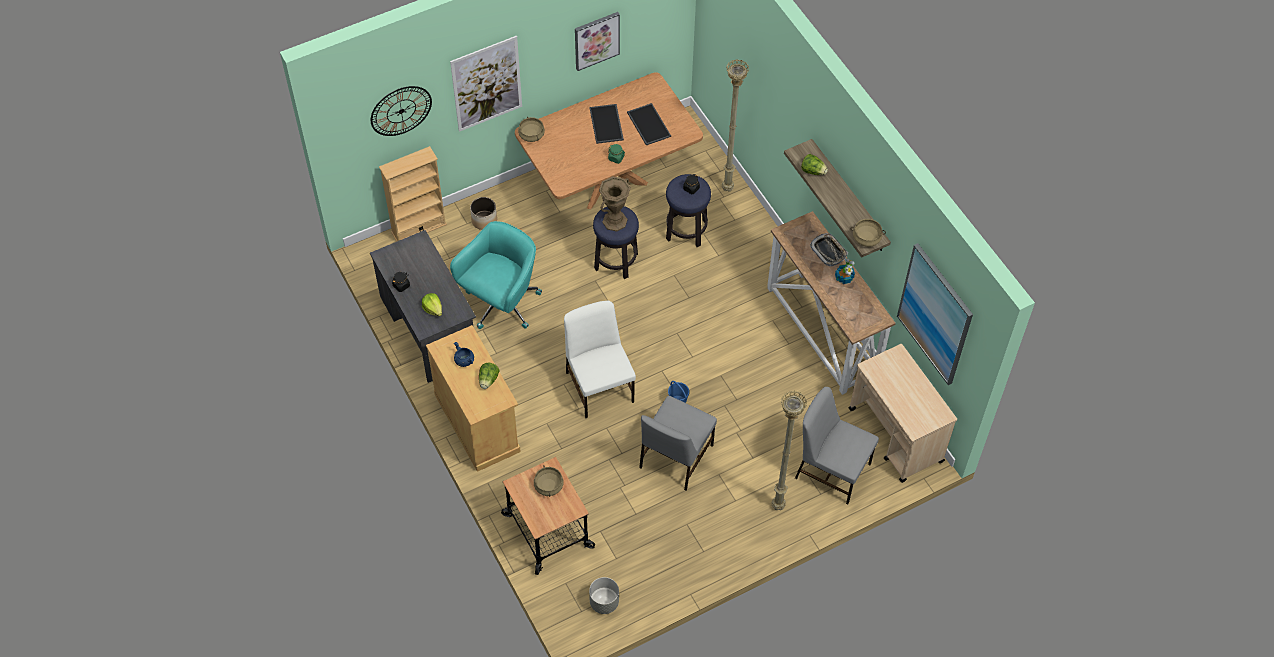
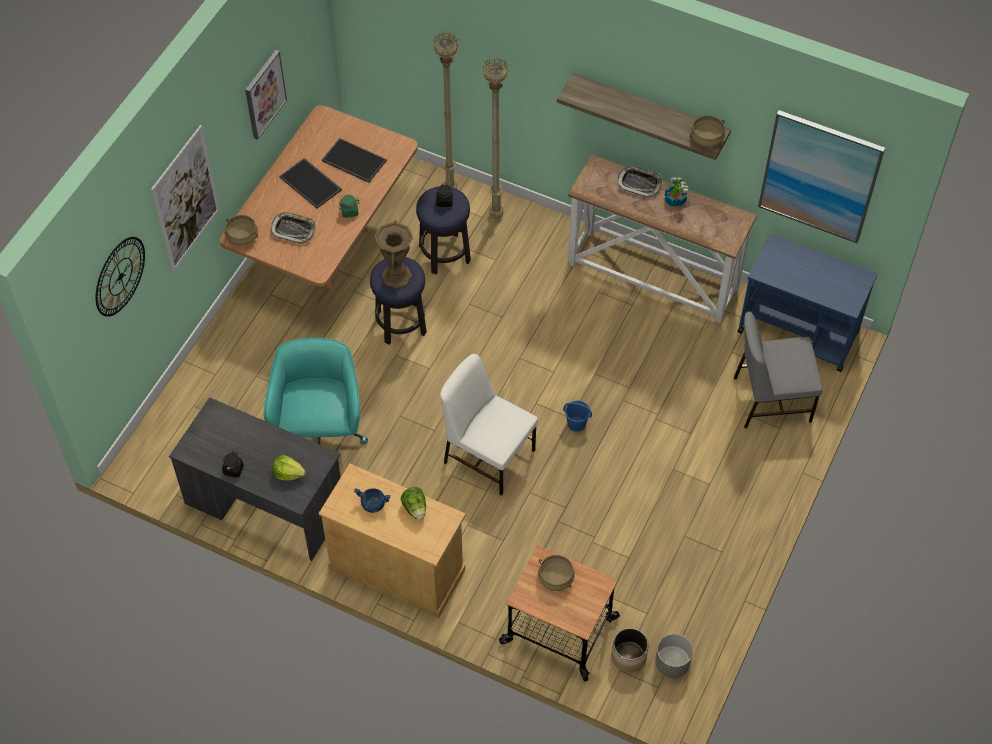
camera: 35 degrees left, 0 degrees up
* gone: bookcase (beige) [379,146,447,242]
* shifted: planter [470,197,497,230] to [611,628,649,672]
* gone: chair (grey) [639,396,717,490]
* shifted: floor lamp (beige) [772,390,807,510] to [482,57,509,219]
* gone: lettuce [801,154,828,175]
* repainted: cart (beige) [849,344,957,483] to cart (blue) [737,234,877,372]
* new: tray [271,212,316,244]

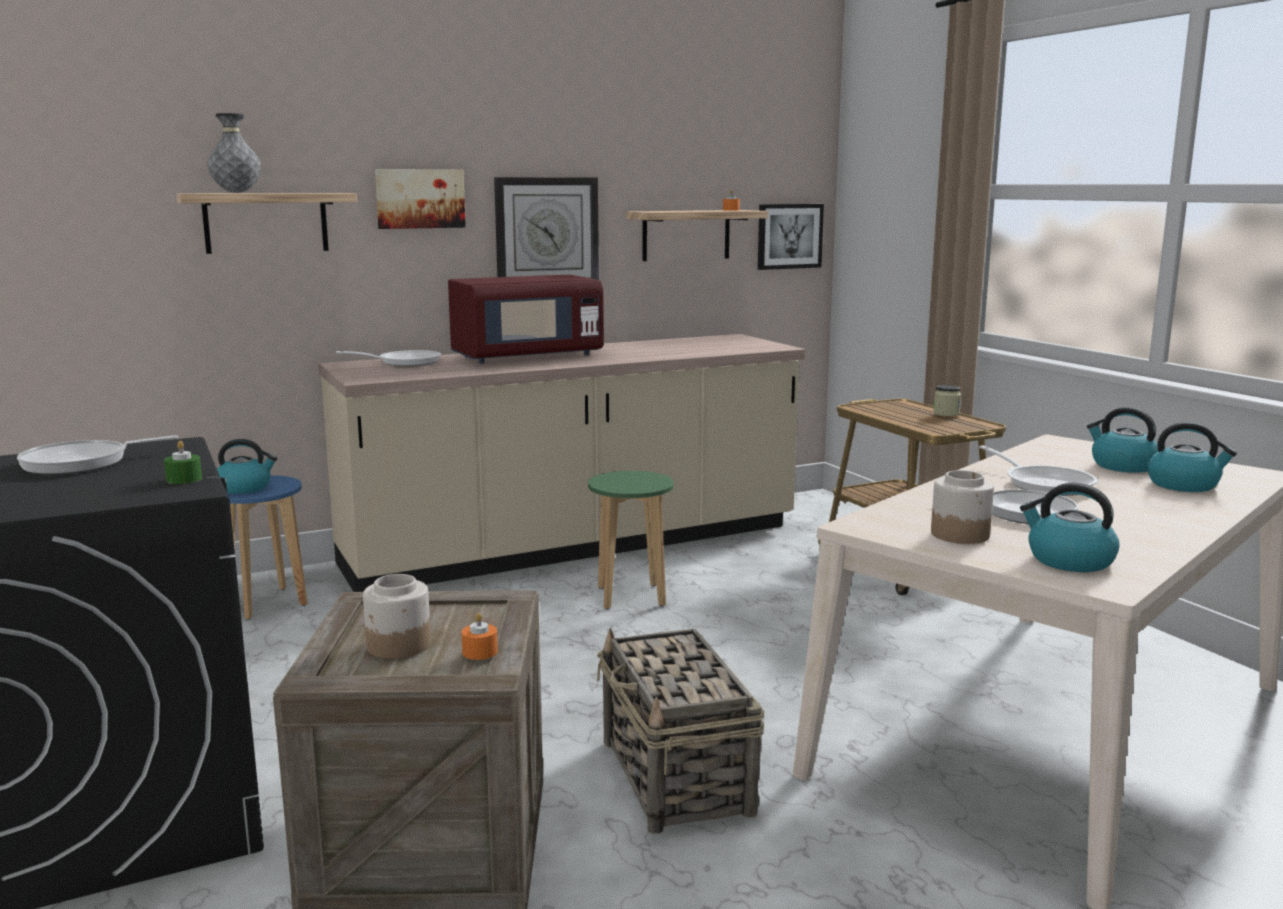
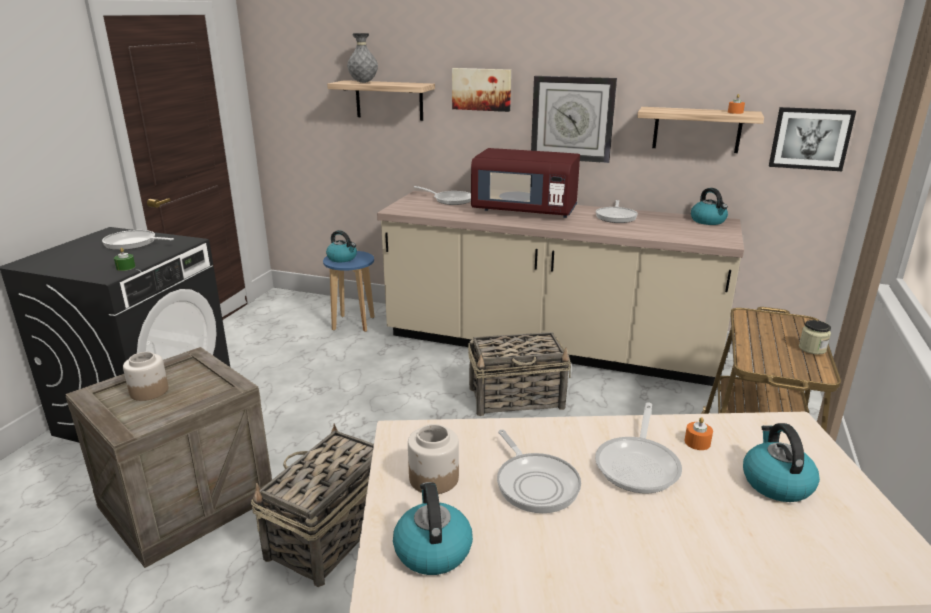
camera: 45 degrees right, 10 degrees up
* shifted: candle (orange) [461,613,498,660] to [685,417,713,450]
* swapped: stool (green) [588,471,674,609] to basket [468,332,571,416]
* shifted: kettle [1147,422,1237,492] to [691,188,728,225]
* new: frying pan [596,200,638,223]

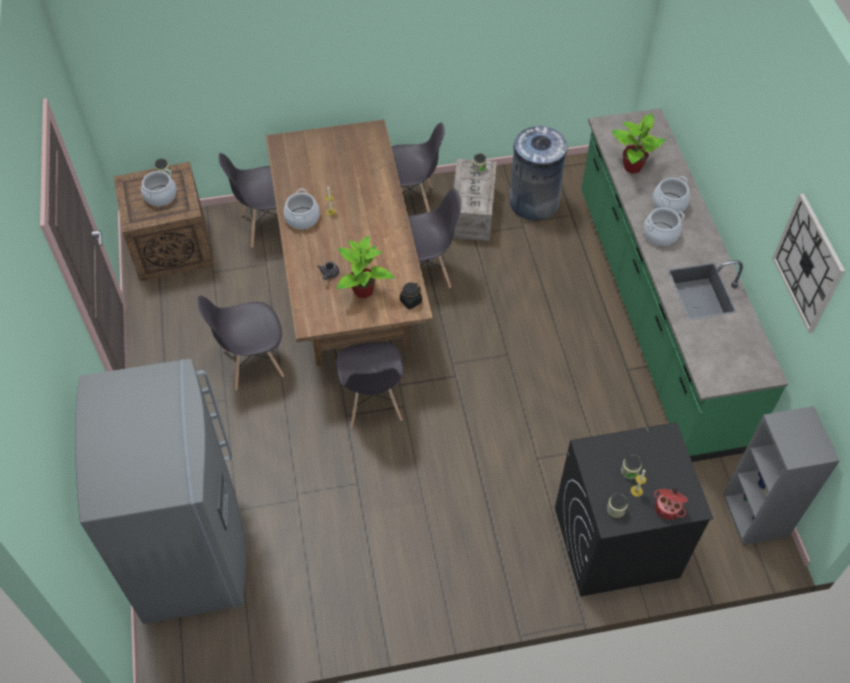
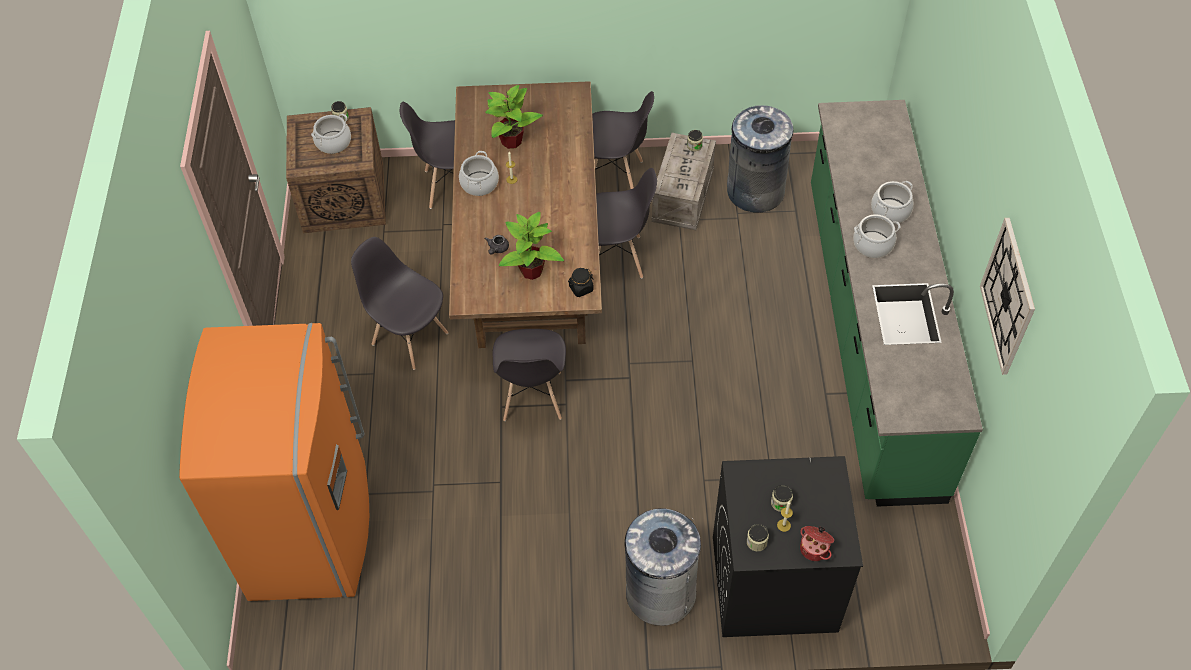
camera: 10 degrees right, 0 degrees up
* repainted: fridge (grey) [75,359,246,624] to fridge (orange) [179,323,369,601]
* rotated: chair (grey) [197,296,284,390] = [351,237,449,370] 45 degrees clockwise
* shifted: potted plant [612,113,666,174] to [485,85,543,149]
* gone: bookcase (grey) [723,406,840,545]
* new: trash can (grey) [624,508,701,626]

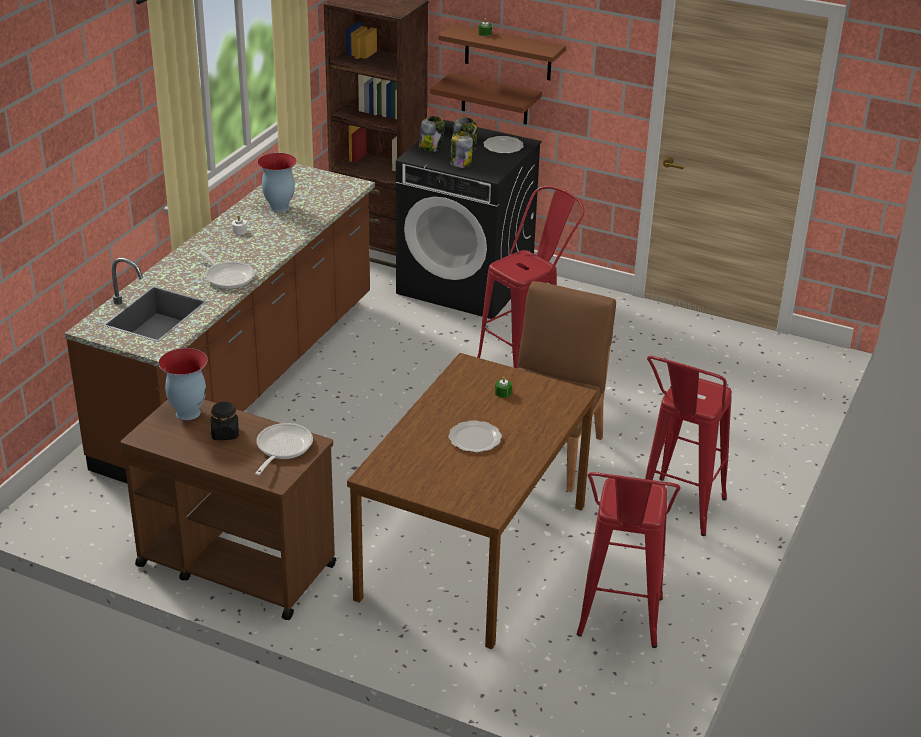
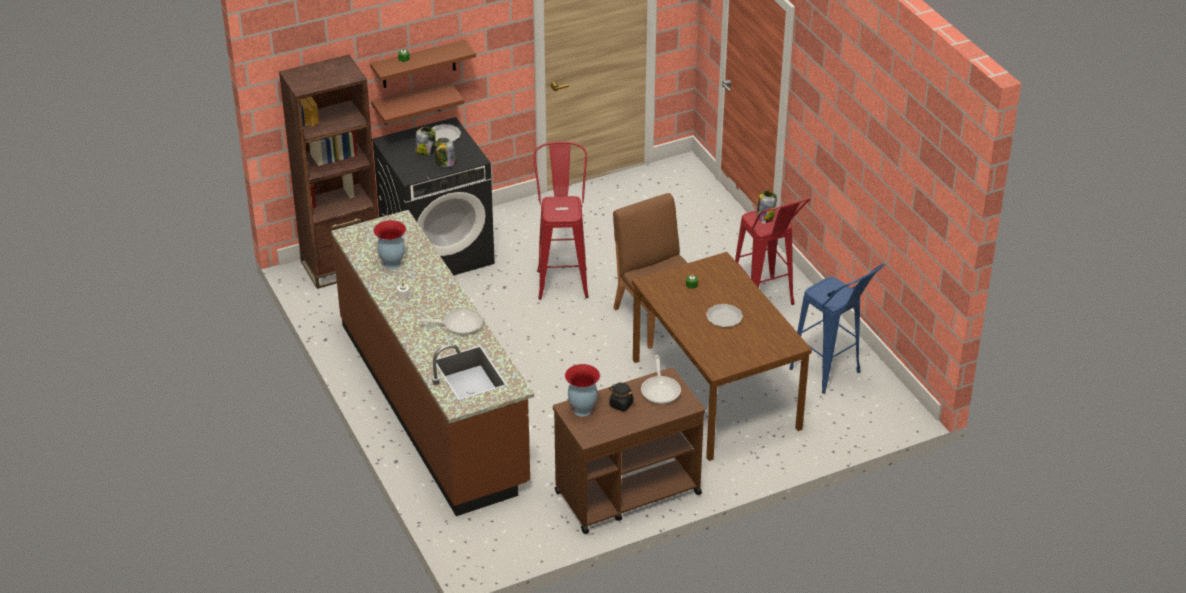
camera: 50 degrees left, 5 degrees up
* rotated: frying pan [255,423,313,475] = [641,355,681,404] 150 degrees counterclockwise
* shifted: jar [419,116,445,152] to [756,190,777,221]
* repainted: stool (red) [577,472,680,648] to stool (blue) [789,264,885,394]

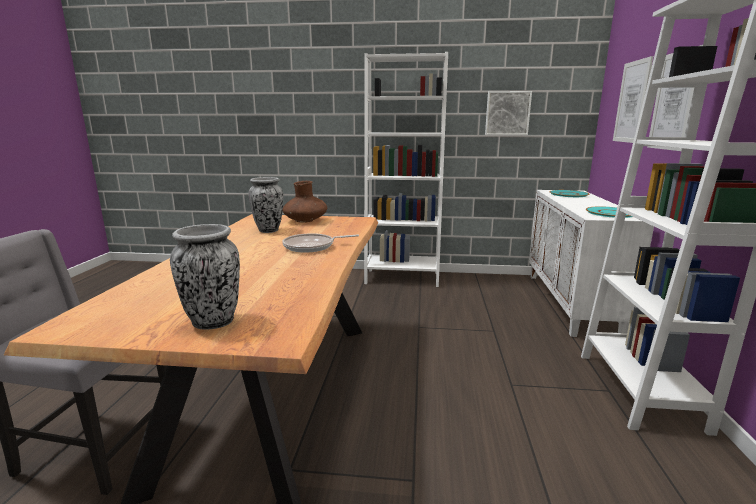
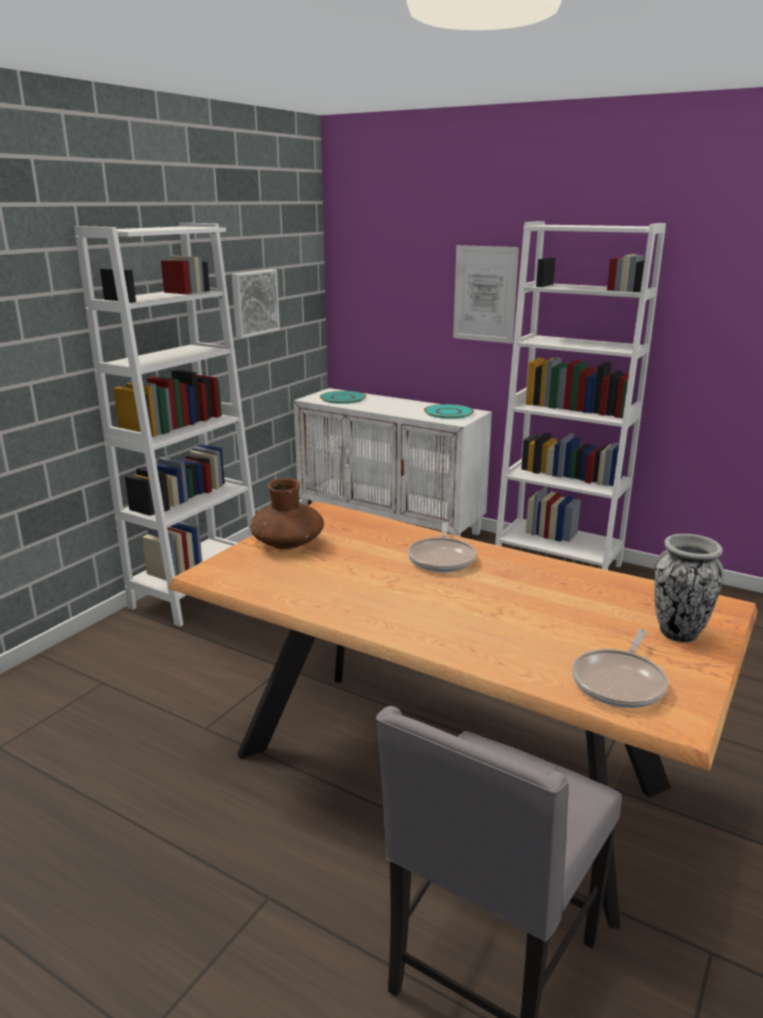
camera: 65 degrees left, 5 degrees up
* gone: vase [248,177,283,233]
* gone: picture [613,56,653,143]
* new: frying pan [572,629,668,708]

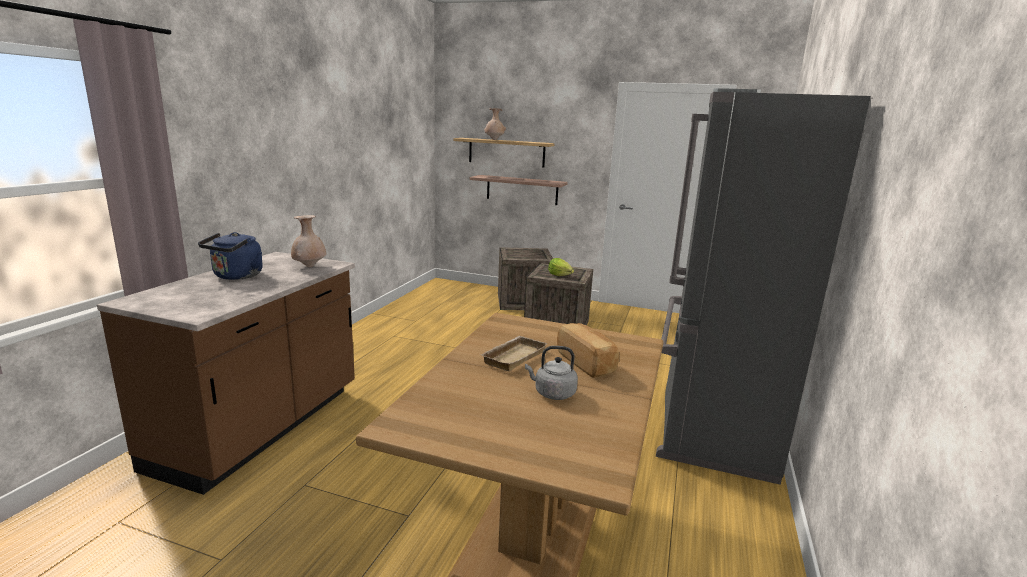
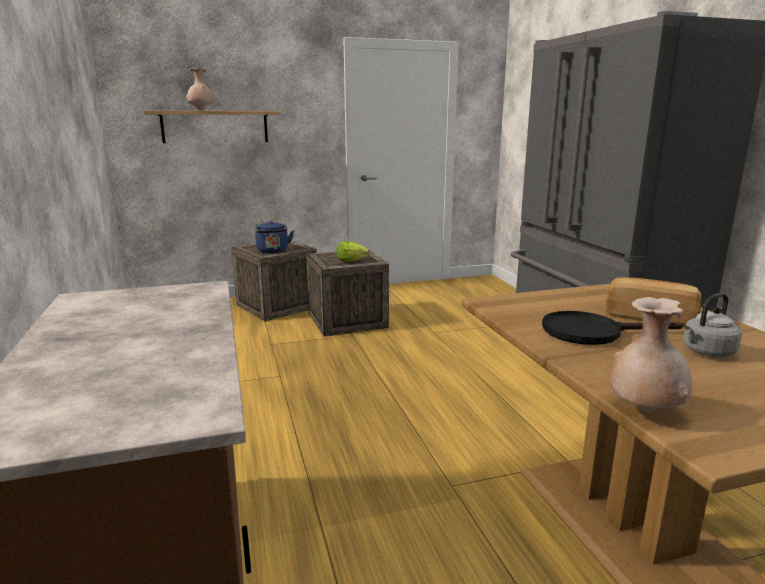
camera: 35 degrees left, 0 degrees up
* shifted: kettle (blue) [198,232,263,280] to [255,221,294,253]
* shifted: vase (beige) [291,215,326,267] to [609,297,692,413]
* gone: shelf [470,175,568,205]
* swapped: tray (beige) [480,336,548,371] to frying pan (black) [542,311,683,345]

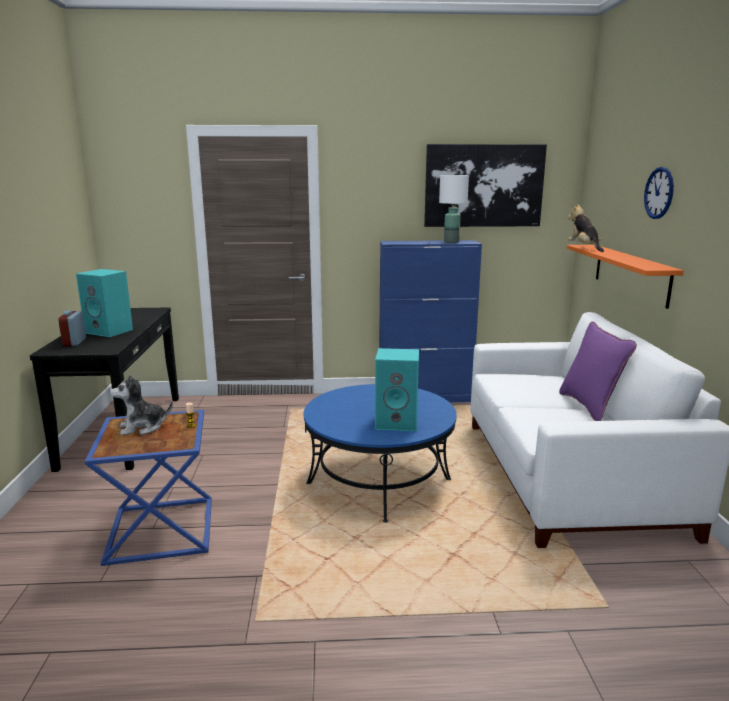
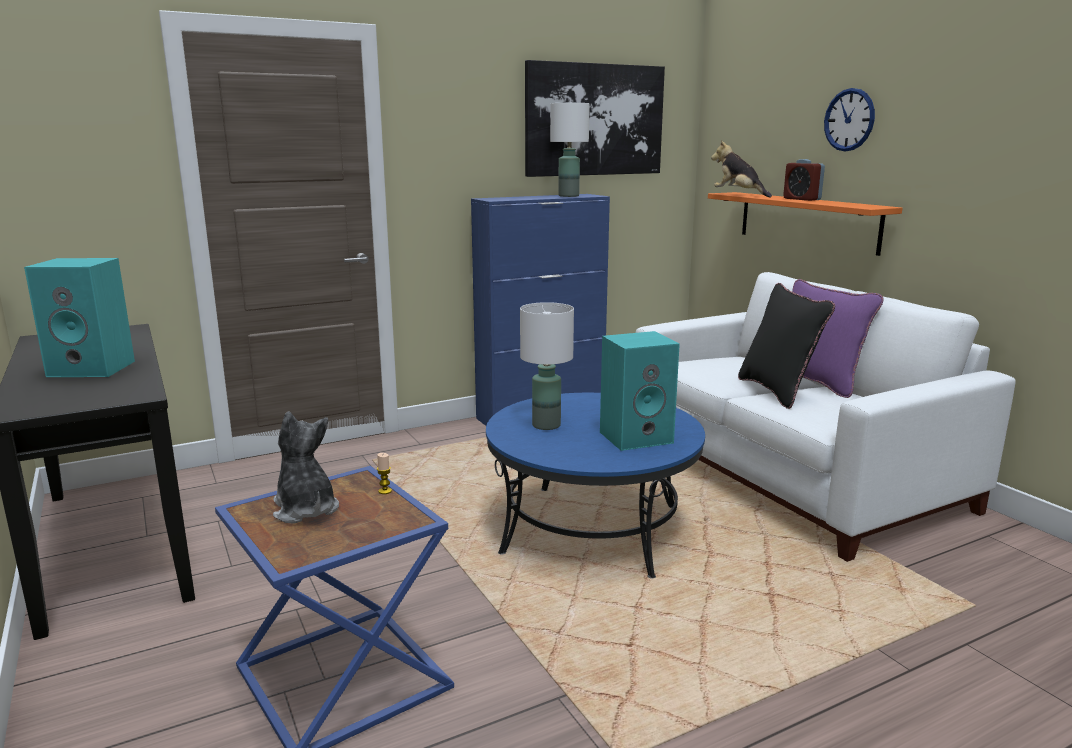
camera: 25 degrees left, 0 degrees up
* shifted: alarm clock [58,310,86,346] to [783,159,825,201]
* rotated: plush toy [110,374,173,435] = [273,411,339,524] 105 degrees clockwise
* new: table lamp (white) [520,302,574,430]
* new: pillow (black) [738,283,835,409]

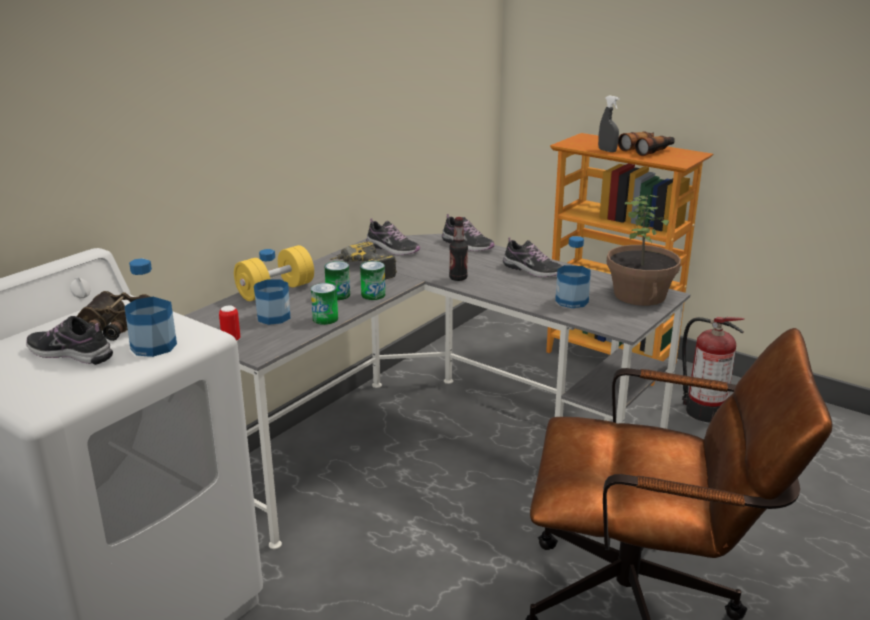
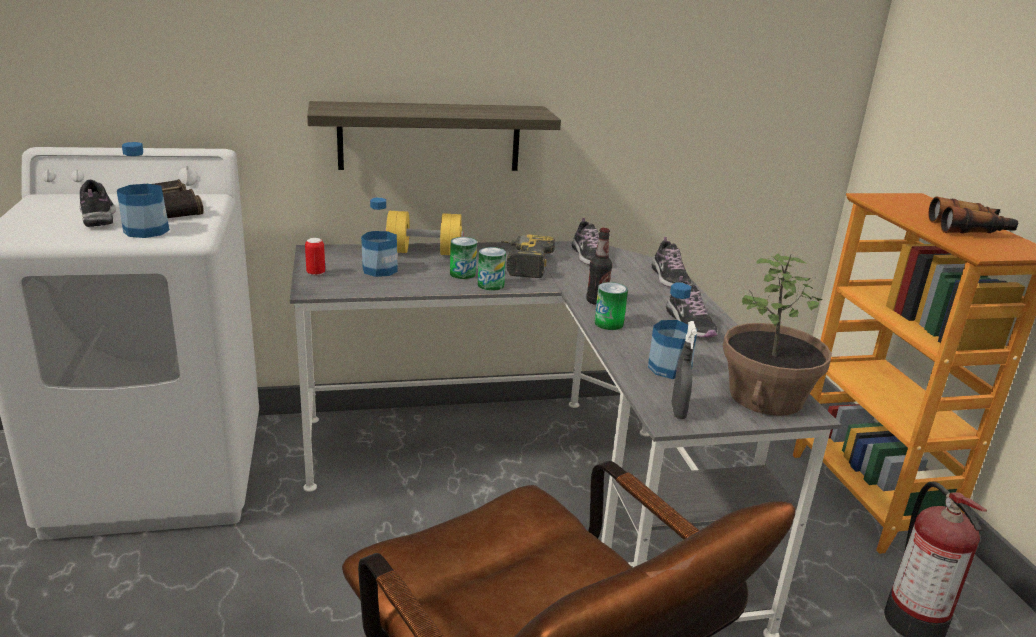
camera: 40 degrees right, 0 degrees up
* shifted: can [311,283,338,325] to [594,282,628,330]
* shifted: spray bottle (grey) [598,95,620,152] to [672,321,697,419]
* new: shelf [307,101,561,171]

